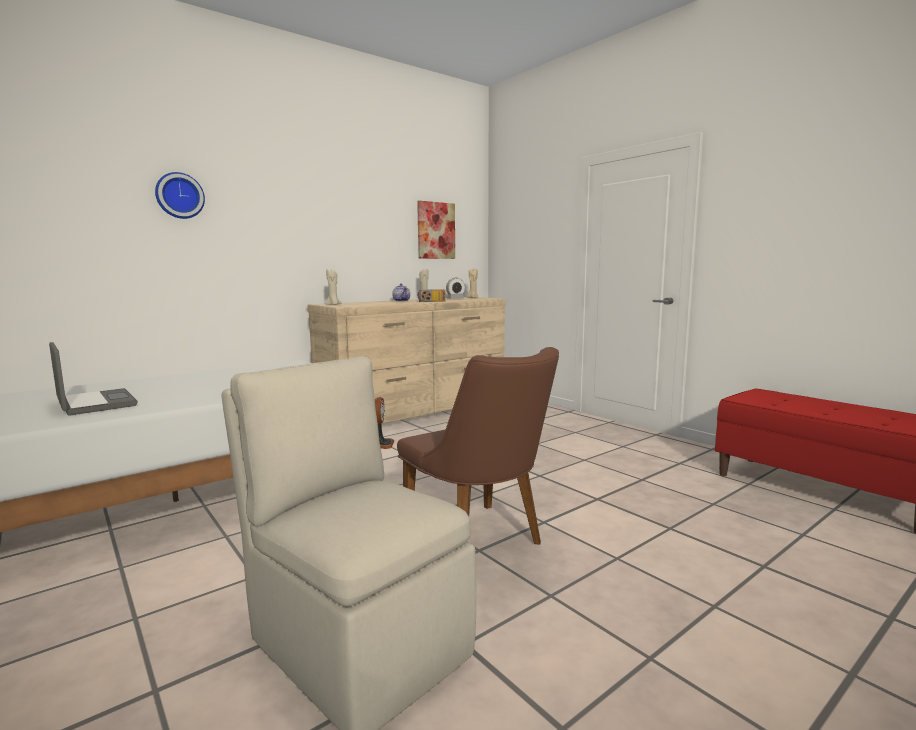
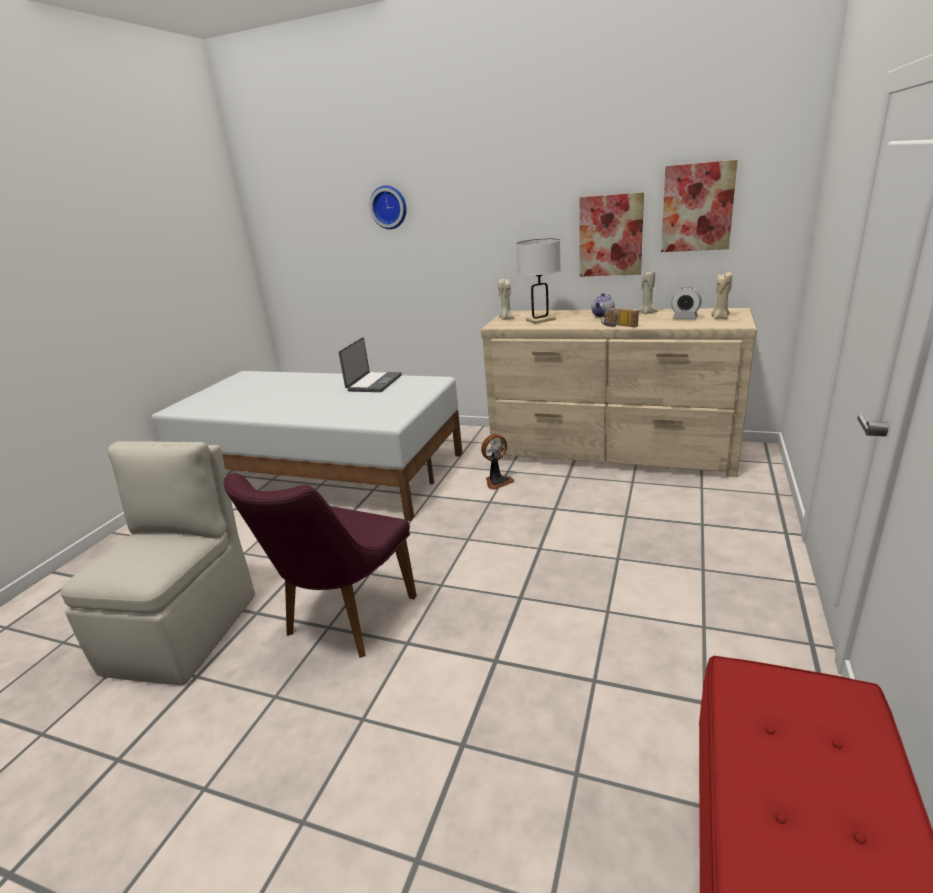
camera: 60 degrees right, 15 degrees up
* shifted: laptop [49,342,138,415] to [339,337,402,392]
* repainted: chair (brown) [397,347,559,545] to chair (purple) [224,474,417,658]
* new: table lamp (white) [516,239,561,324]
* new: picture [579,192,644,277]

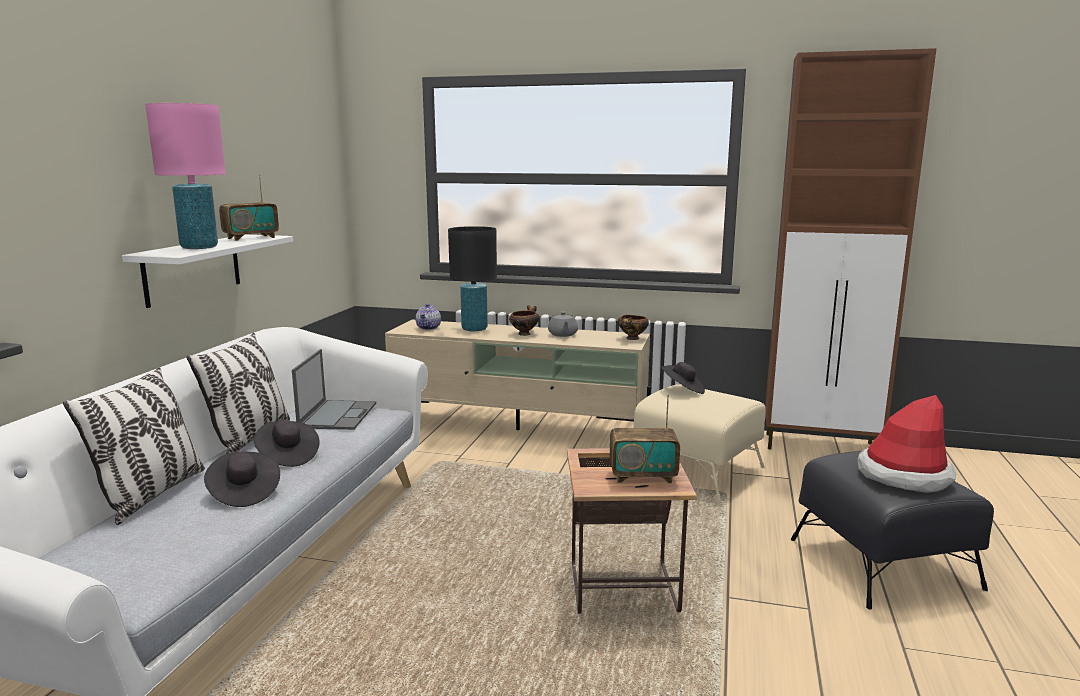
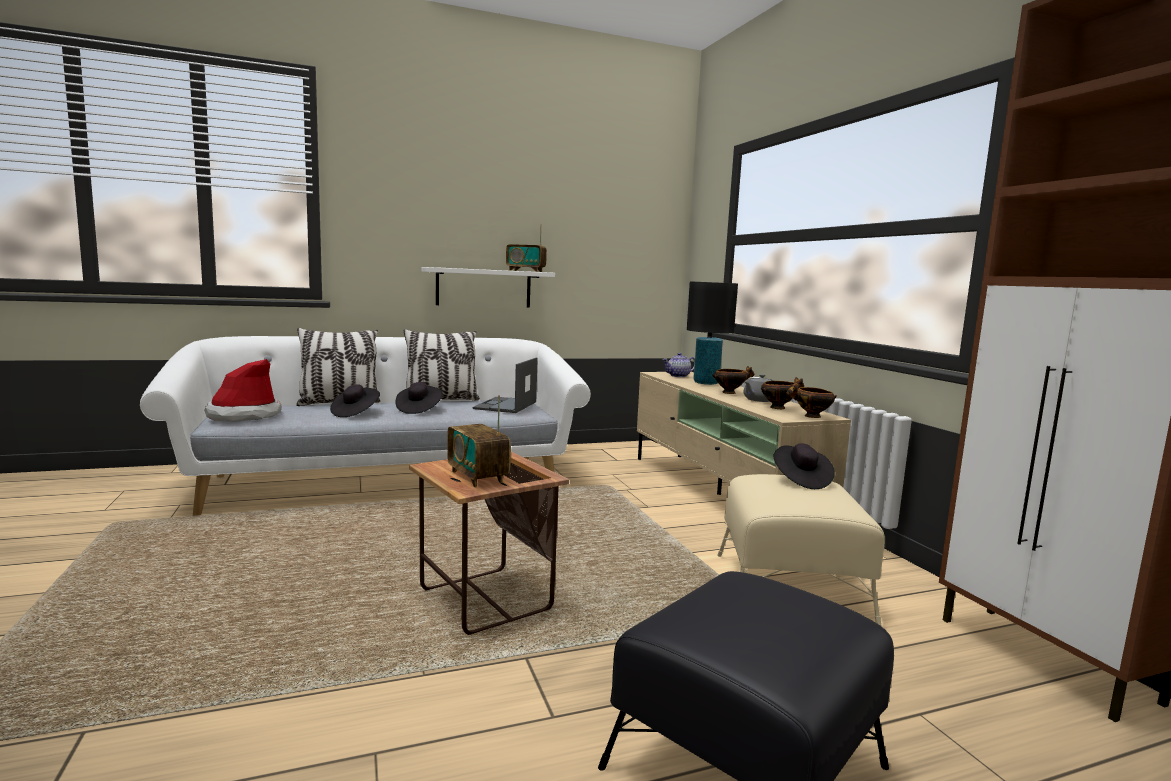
camera: 55 degrees right, 5 degrees down
* gone: table lamp (pink) [145,103,225,249]
* rotated: laptop [292,349,376,430] = [473,357,538,413] 135 degrees clockwise
* shifted: hat [857,395,956,493] to [204,359,282,421]
* new: bowl [761,377,804,409]

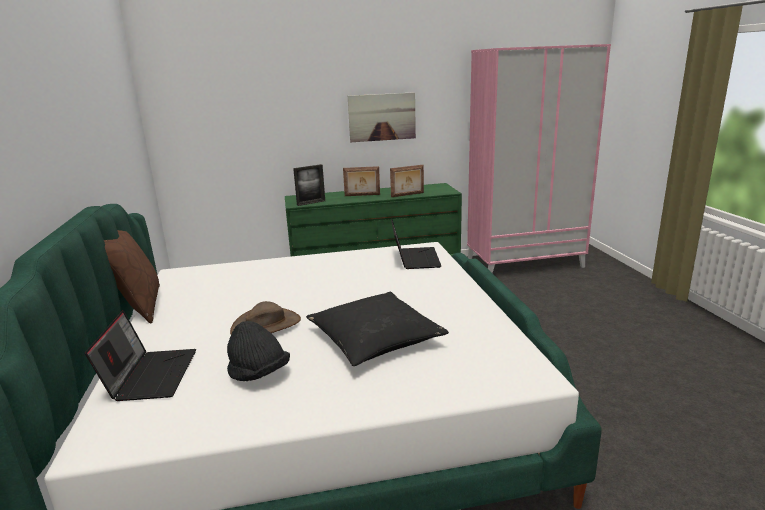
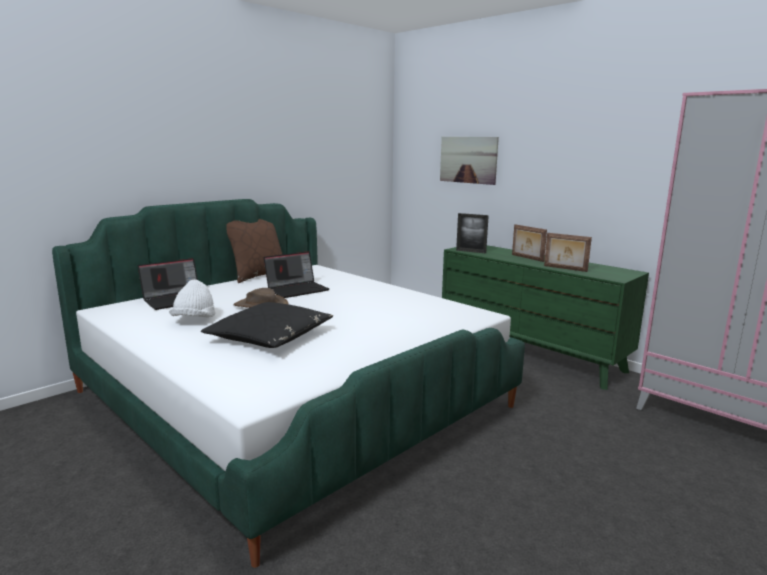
camera: 55 degrees right, 5 degrees down
* repainted: hat (black) [227,321,290,381] to hat (white) [169,280,216,318]
* shifted: picture [348,92,416,142] to [440,137,499,185]
* shifted: laptop [391,219,441,269] to [264,251,329,298]

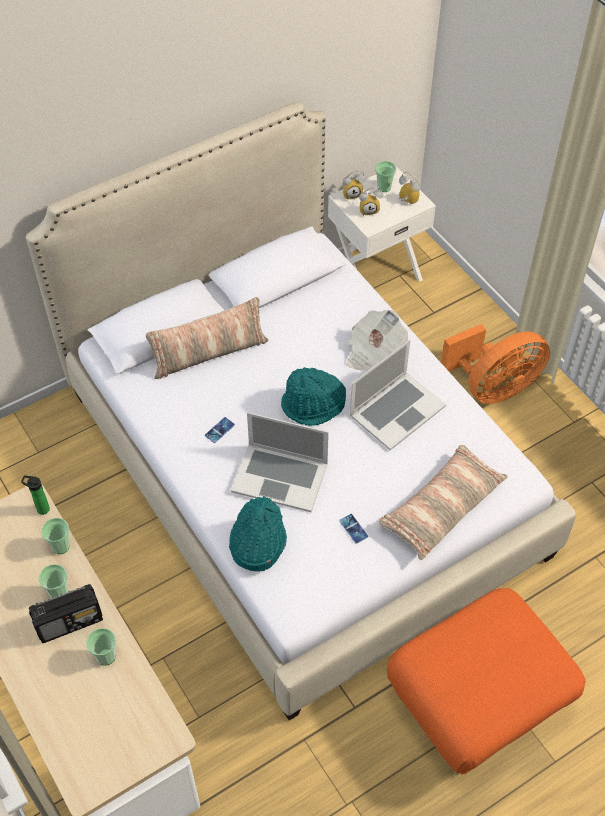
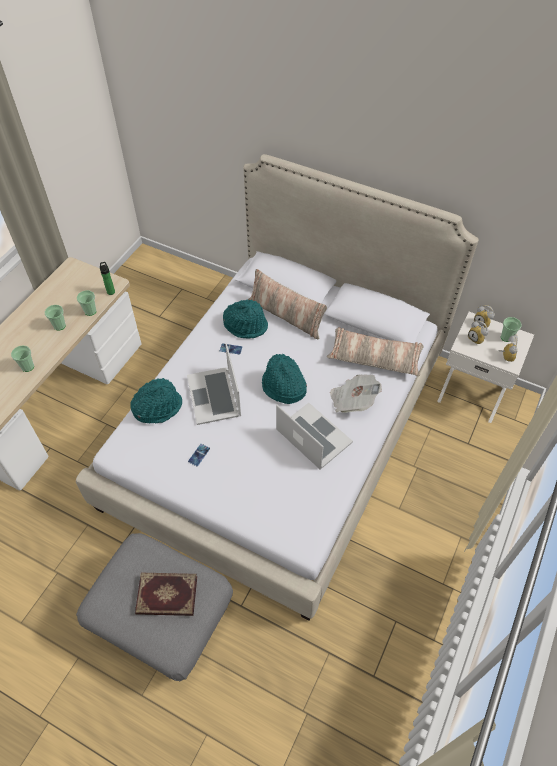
camera: 60 degrees right, 0 degrees up
* gone: radio [29,584,103,643]
* rotated: laptop [350,340,446,450] = [276,403,353,470] 150 degrees counterclockwise
* shifted: pillow [379,445,508,560] to [327,327,423,376]
* repainted: ottoman (orange) [387,588,586,776] to ottoman (grey) [76,533,233,681]
* gone: fan (orange) [441,324,550,404]
* new: book [135,573,197,616]
* new: hat (turquoise) [223,300,268,339]

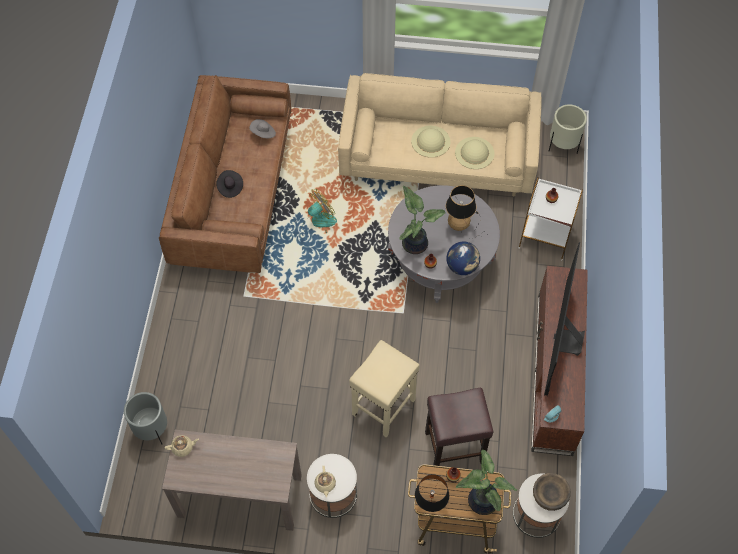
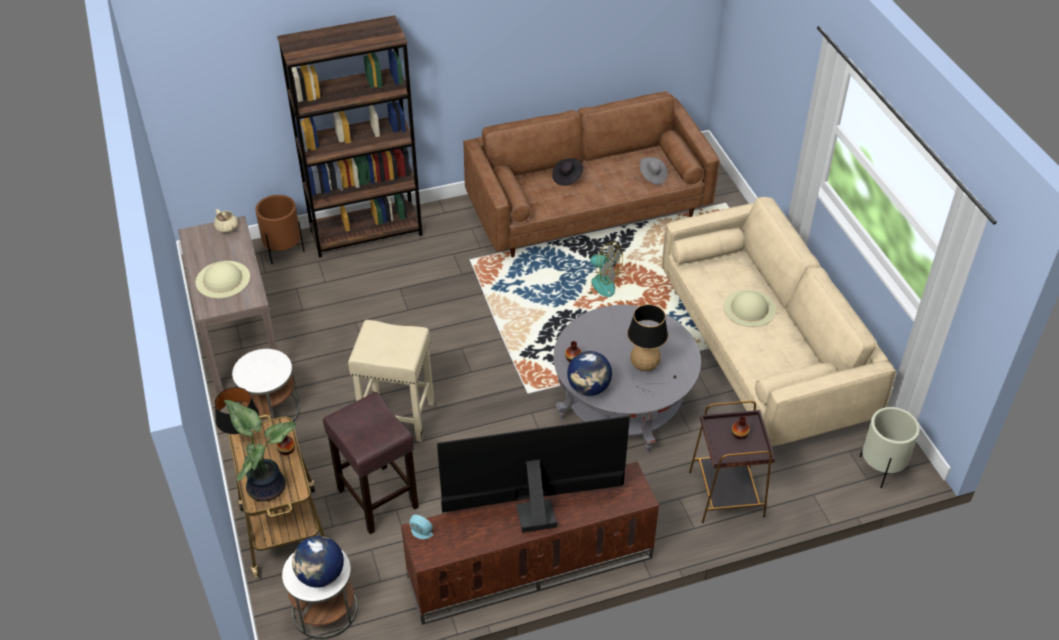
camera: 65 degrees right, 15 degrees down
* repainted: planter (grey) [124,392,167,444] to planter (brown) [255,195,305,264]
* gone: teapot (beige) [314,465,336,498]
* gone: potted plant [399,186,446,254]
* shifted: hat (beige) [455,137,495,169] to [196,261,250,299]
* repainted: side table (white) [519,177,583,261] to side table (brown) [689,401,775,523]
* swapped: bowl (brown) [533,473,571,511] to globe [292,536,344,588]
* new: bookcase (brown) [277,15,422,258]

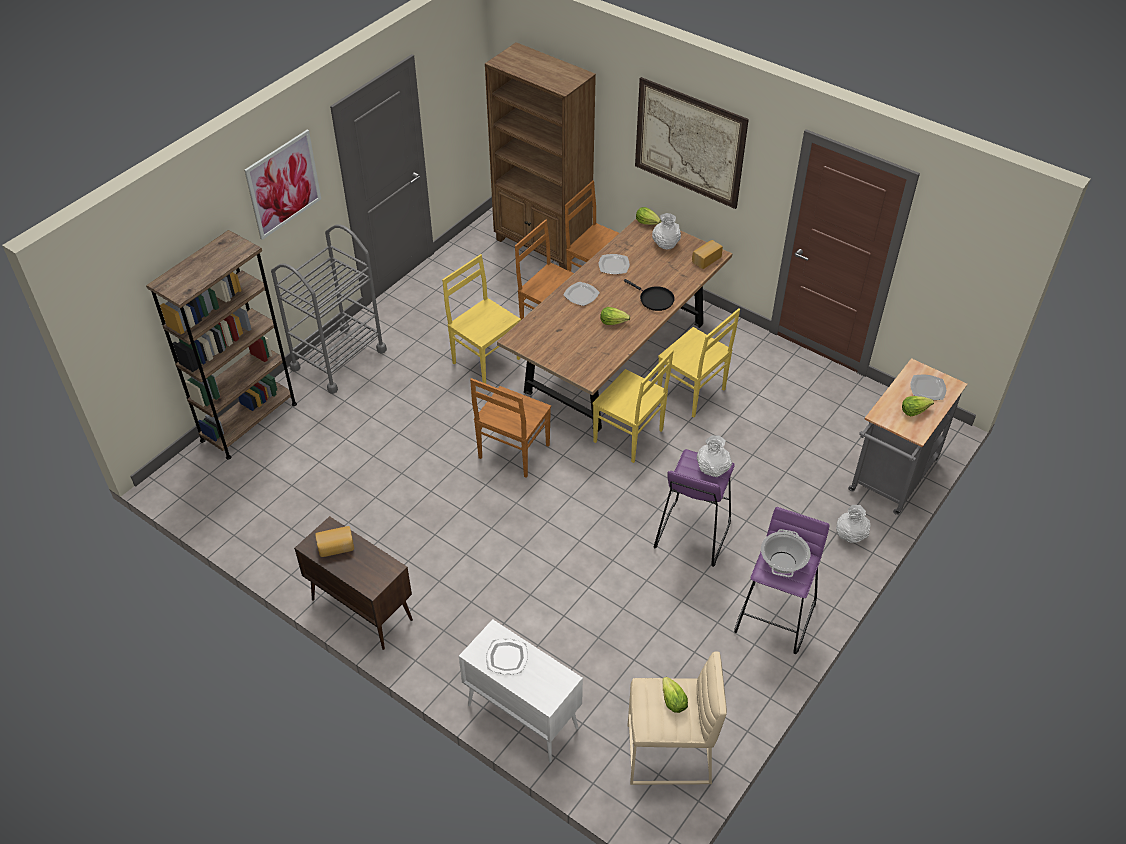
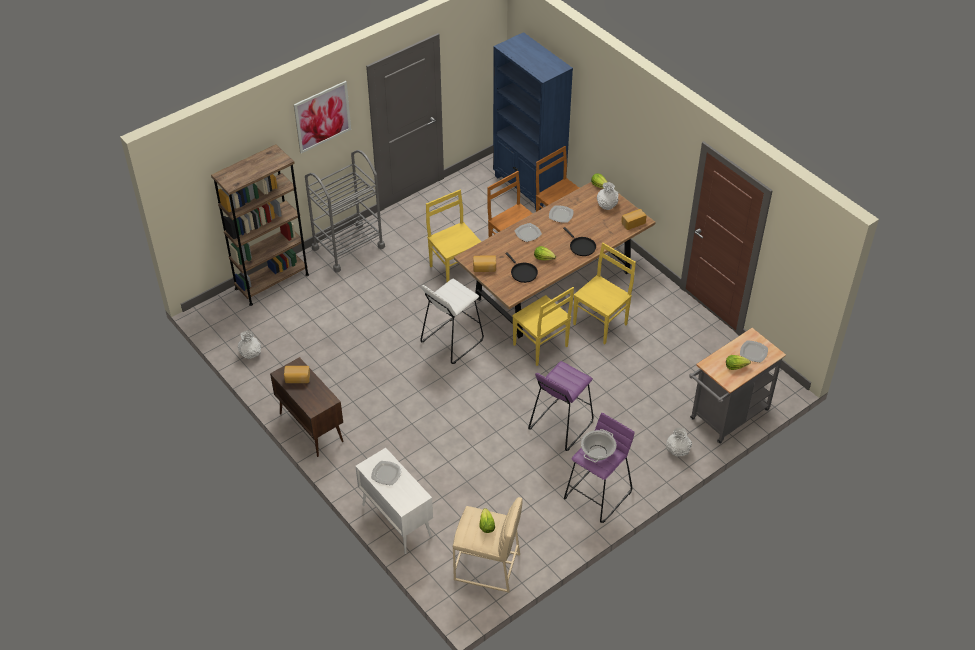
camera: 15 degrees right, 0 degrees up
* swapped: chair (brown) [470,378,551,478] to stool (white) [420,279,484,364]
* repainted: bookcase (brown) [485,42,596,270] to bookcase (blue) [493,32,573,210]
* gone: picture [635,77,749,209]
* rotated: chair (yellow) [658,308,740,418] = [573,243,636,344] 105 degrees counterclockwise
* shifted: vase (white) [697,435,732,477] to [238,330,261,359]
* new: bread [473,255,496,272]
* new: frying pan (black) [505,252,538,283]

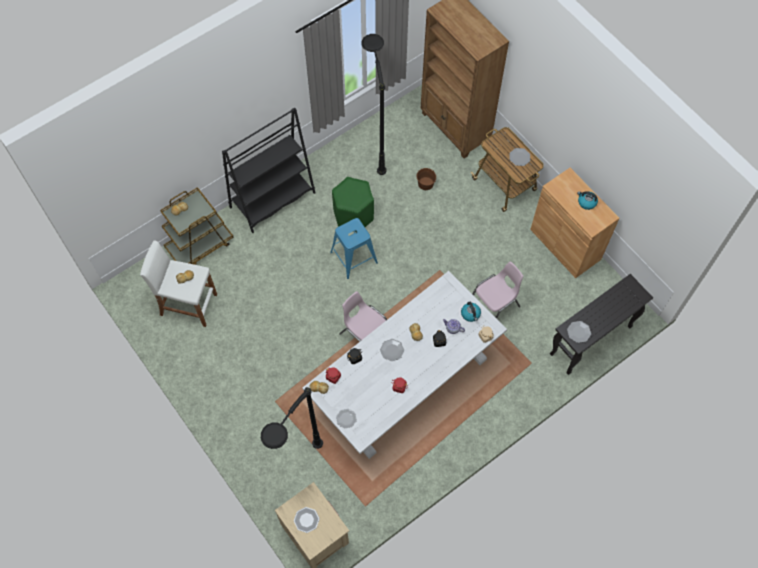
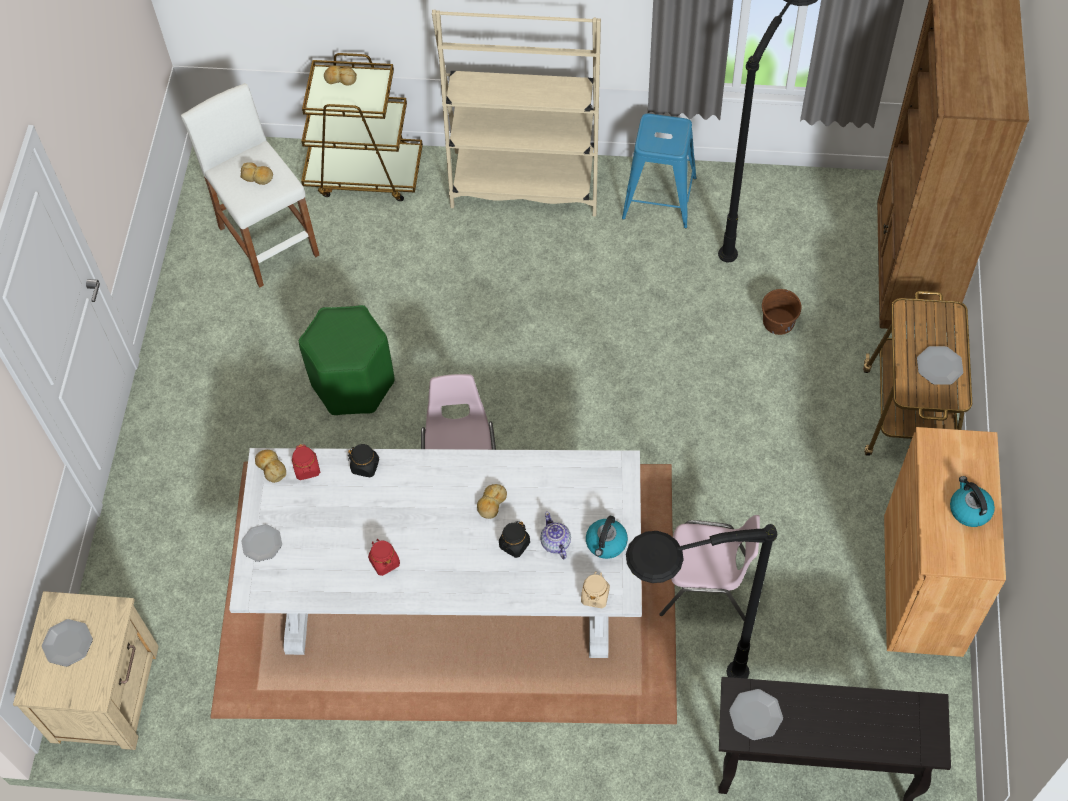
camera: 45 degrees right, 5 degrees down
* repainted: bookcase (black) [222,108,315,233] to bookcase (beige) [432,10,601,217]
* shifted: floor lamp (black) [261,387,323,449] to [626,524,777,679]
* shifted: stool (blue) [330,218,378,279] to [622,114,697,228]
* shifted: stool (green) [332,177,374,232] to [299,305,395,415]
* gone: plate [380,339,404,361]

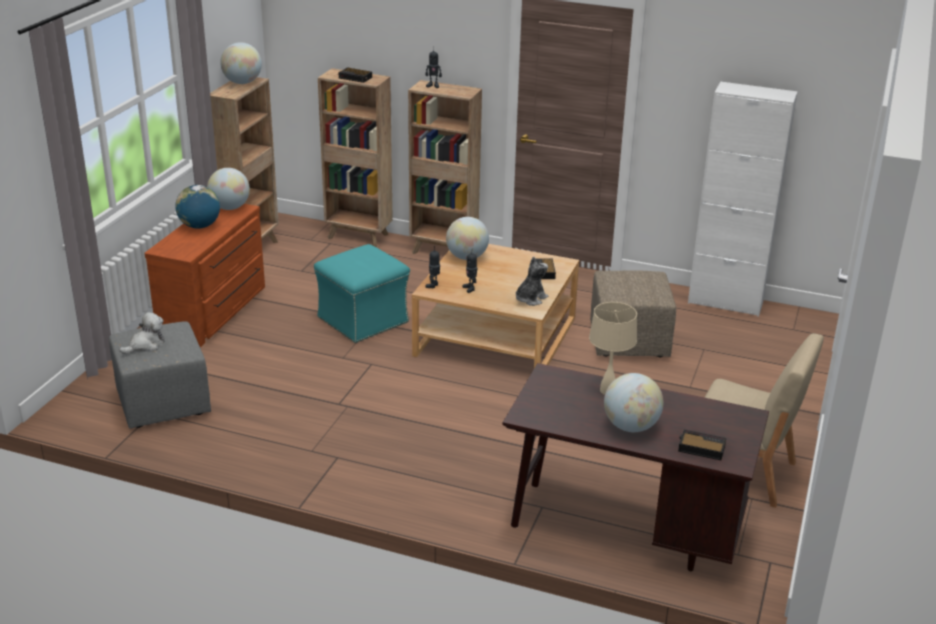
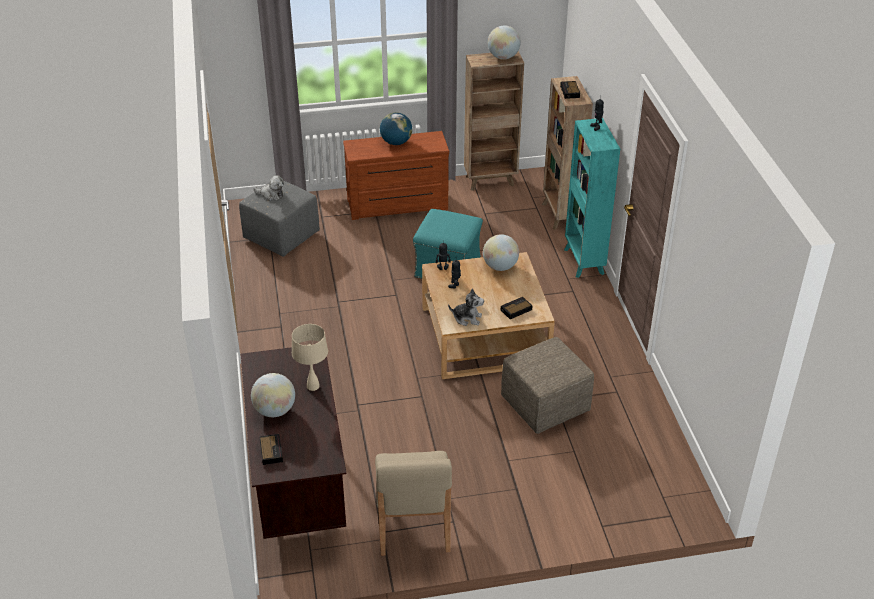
camera: 60 degrees right, 10 degrees up
* gone: globe [207,168,250,210]
* repainted: bookcase (brown) [408,80,482,254] to bookcase (turquoise) [564,118,620,278]
* gone: cabinet (white) [688,81,798,317]

